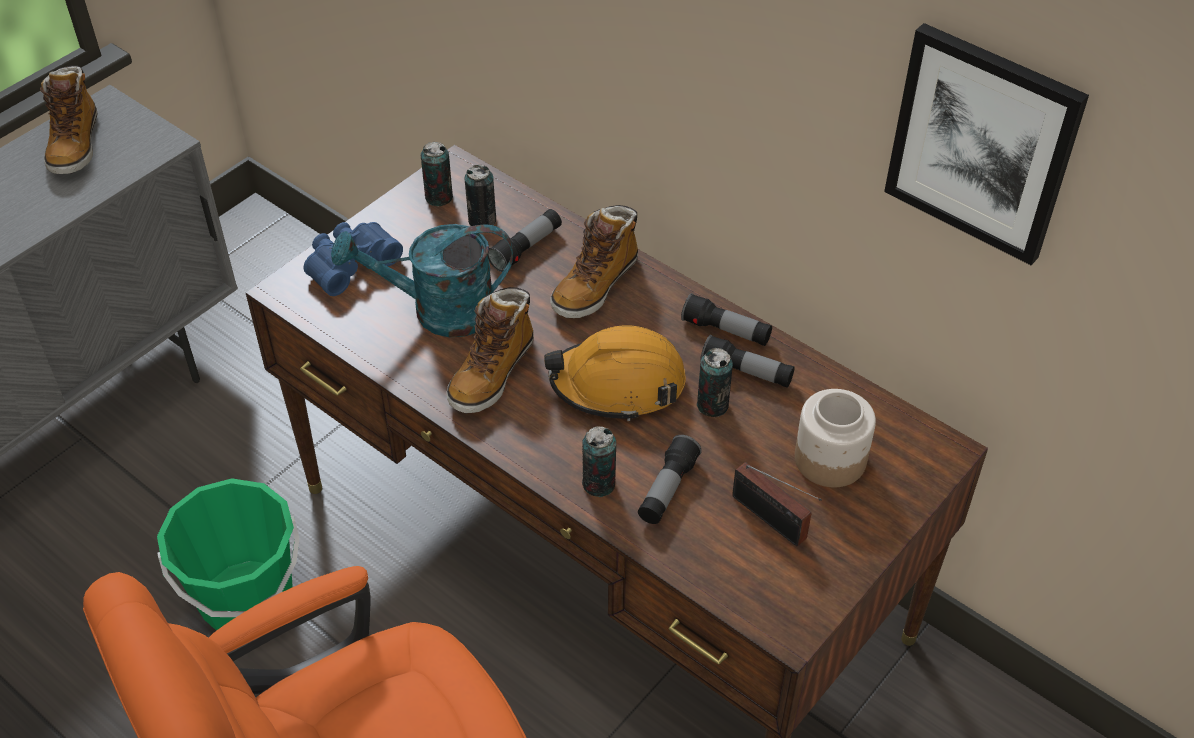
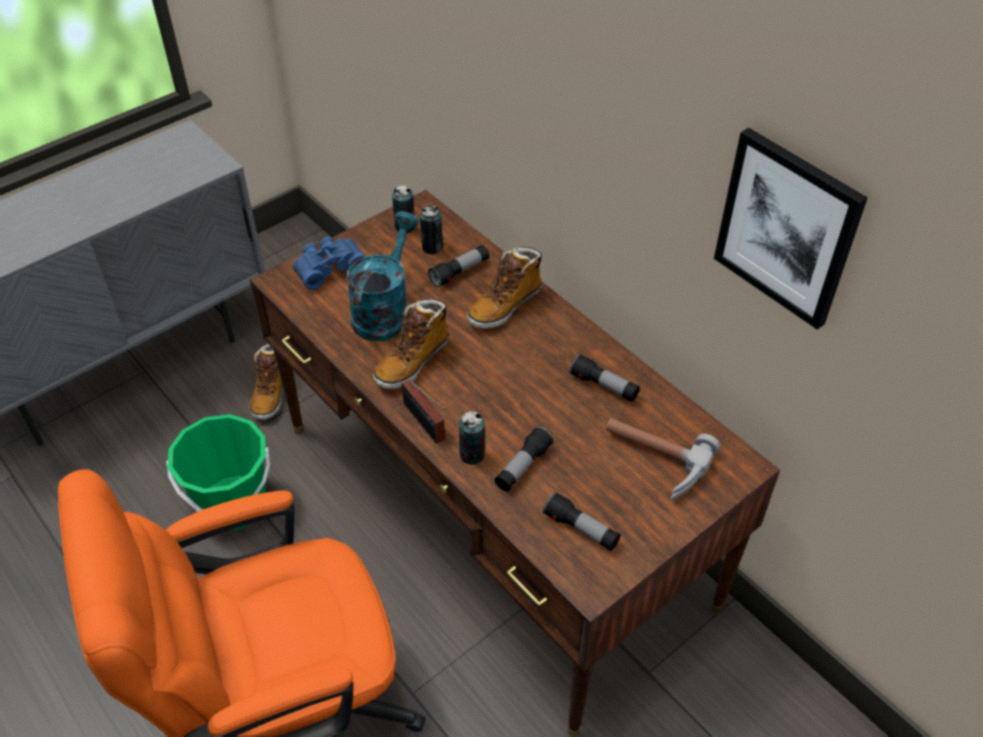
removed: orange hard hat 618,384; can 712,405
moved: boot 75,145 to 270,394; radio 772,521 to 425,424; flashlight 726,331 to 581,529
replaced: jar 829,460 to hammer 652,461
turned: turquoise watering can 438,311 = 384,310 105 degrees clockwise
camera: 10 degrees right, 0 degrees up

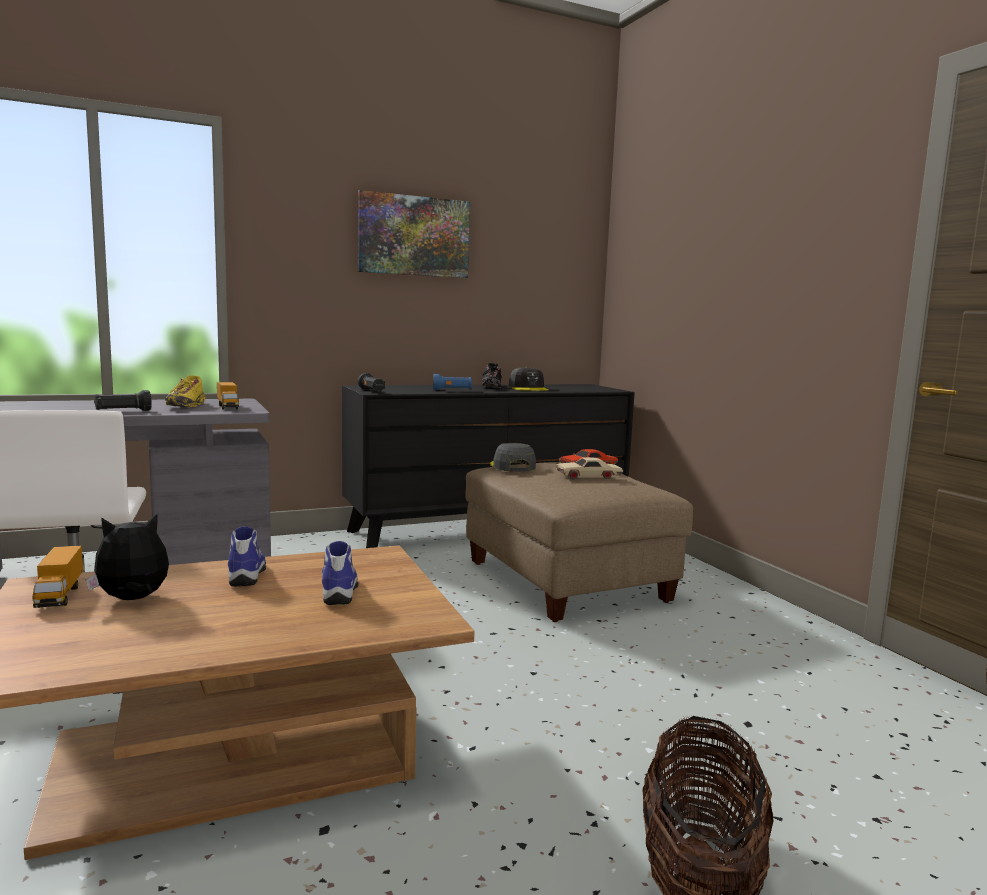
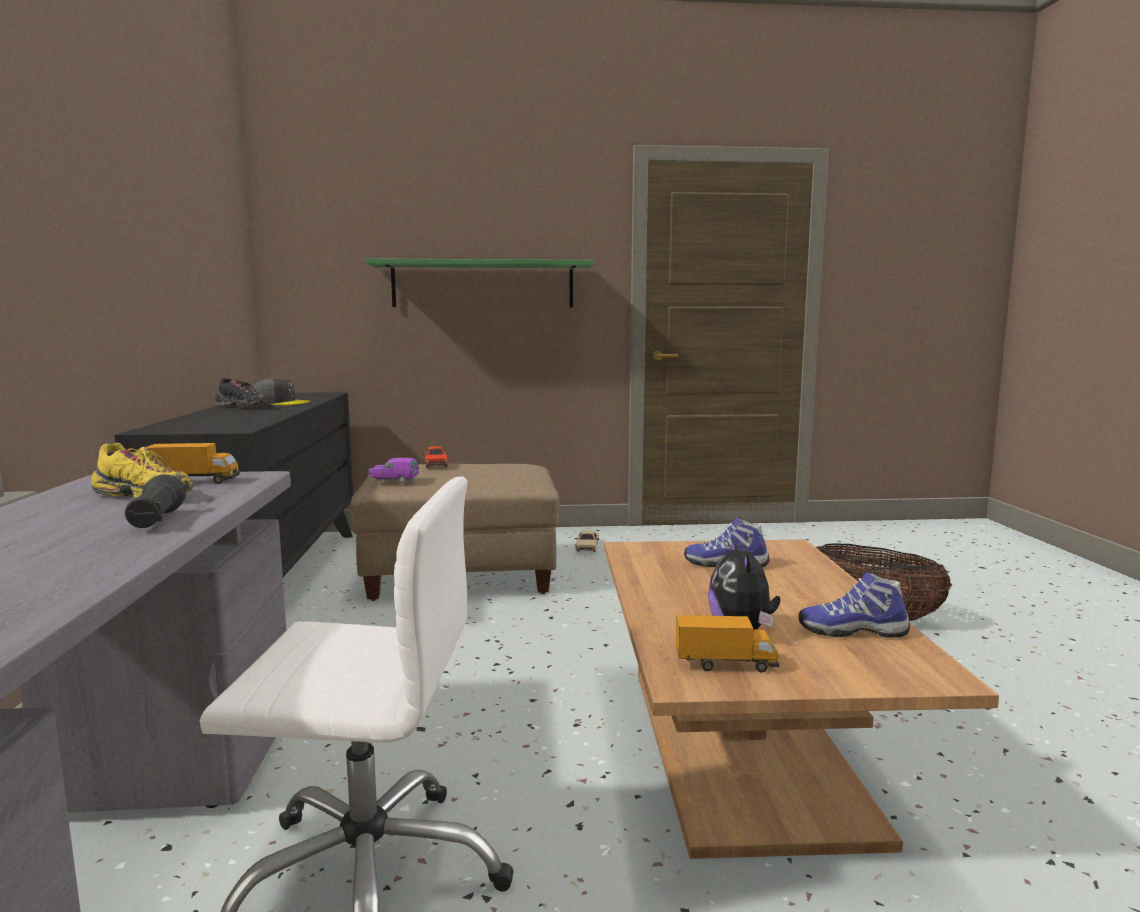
removed: picture 414,236; black flashlight 372,391; blue flashlight 452,390
added: green shelf 483,285
moved: beige toy car 588,476 to 587,546; shoe 247,574 to 852,631
replaced: grey cap 512,466 to purple toy car 394,480
camera: 70 degrees left, 0 degrees up

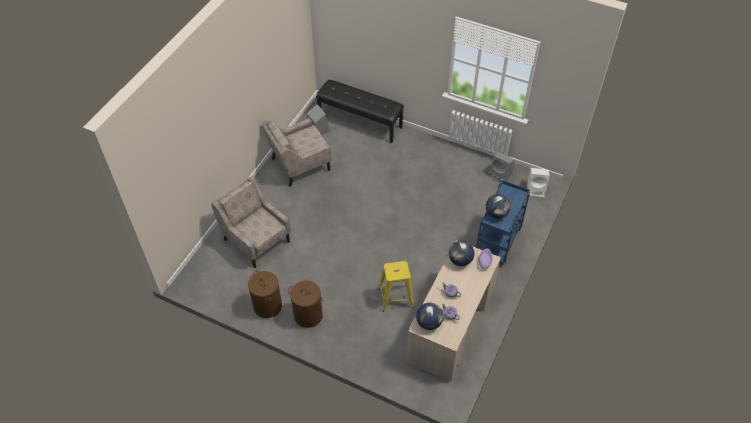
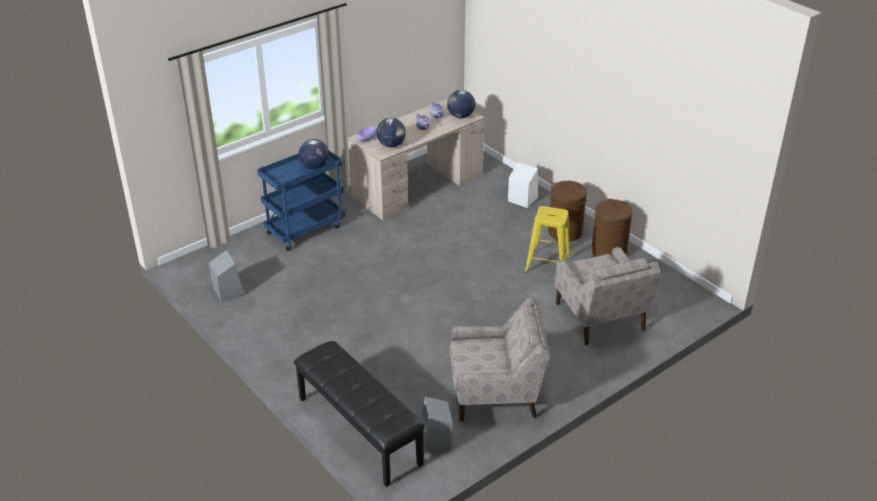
moved: white speaker 536,189 to 522,199; yellow stool 395,297 to 547,265
camera: 155 degrees left, 15 degrees down

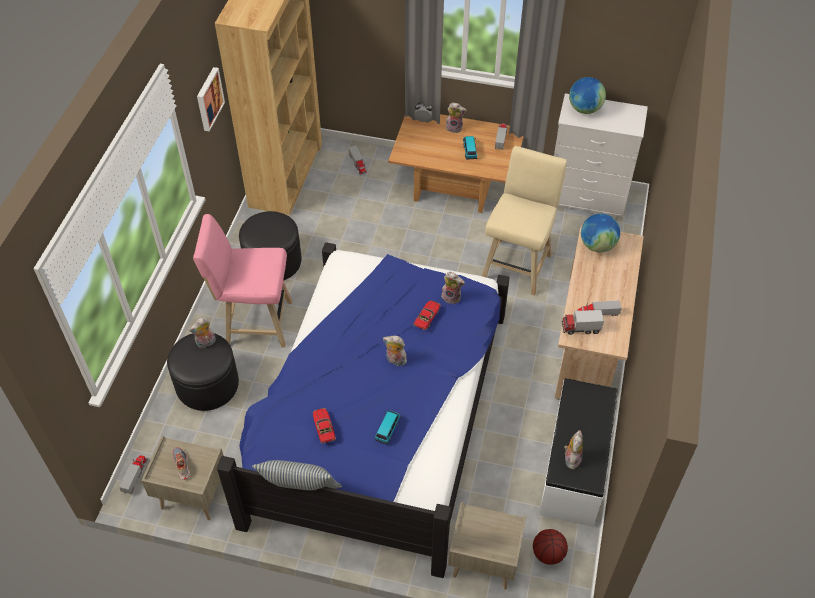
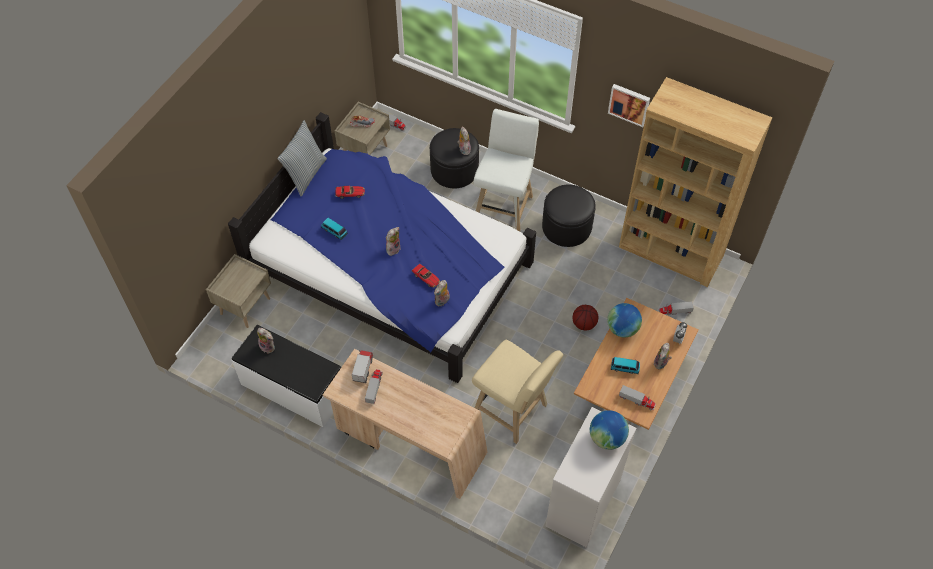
moved: basketball 548,553 to 584,324; globe 597,245 to 622,329
recoloured: pink stool 254,322 to white stool 504,206
camera: 105 degrees right, 5 degrees up

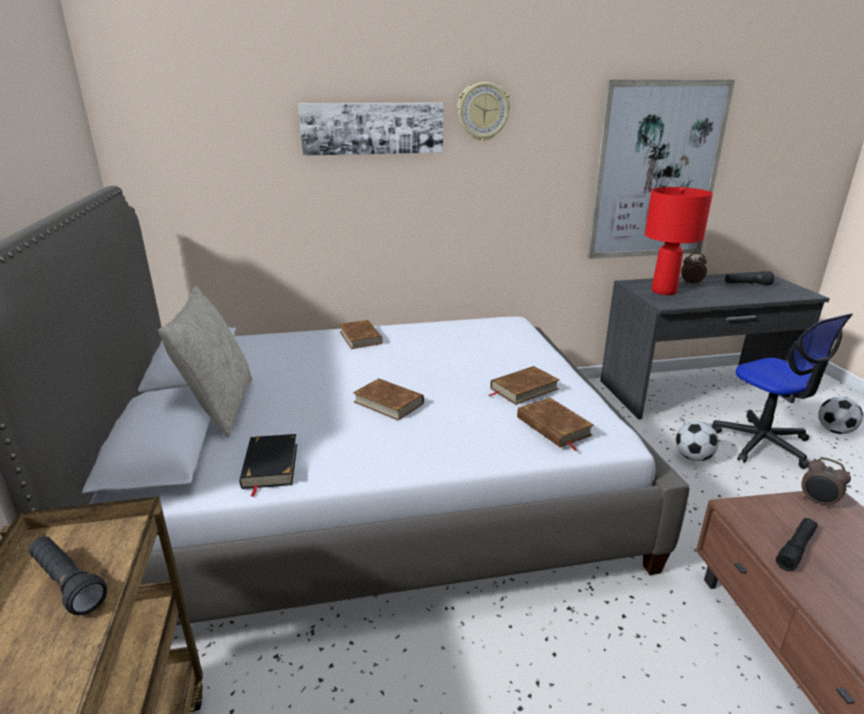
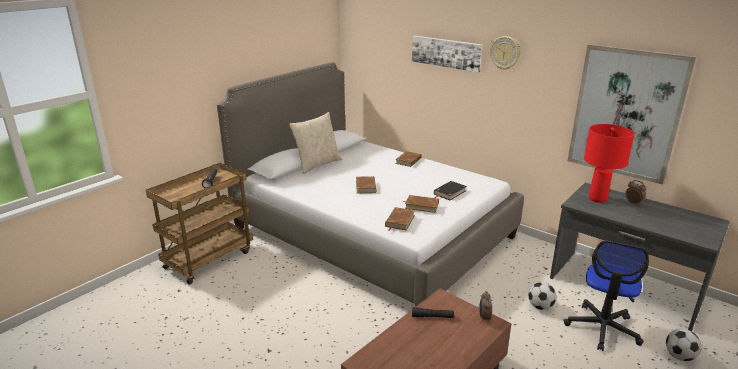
removed: black flashlight 747,285
moved: black book 270,465 to 449,192
camera: 50 degrees right, 0 degrees up

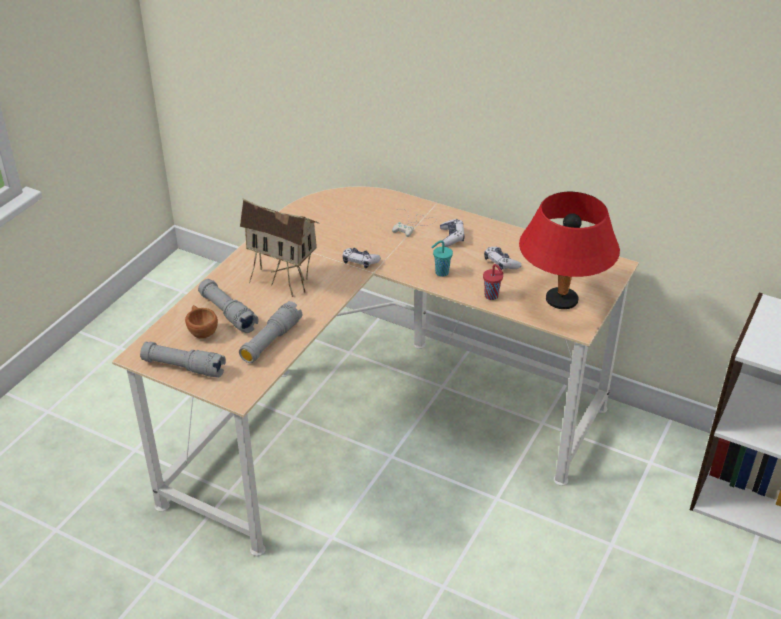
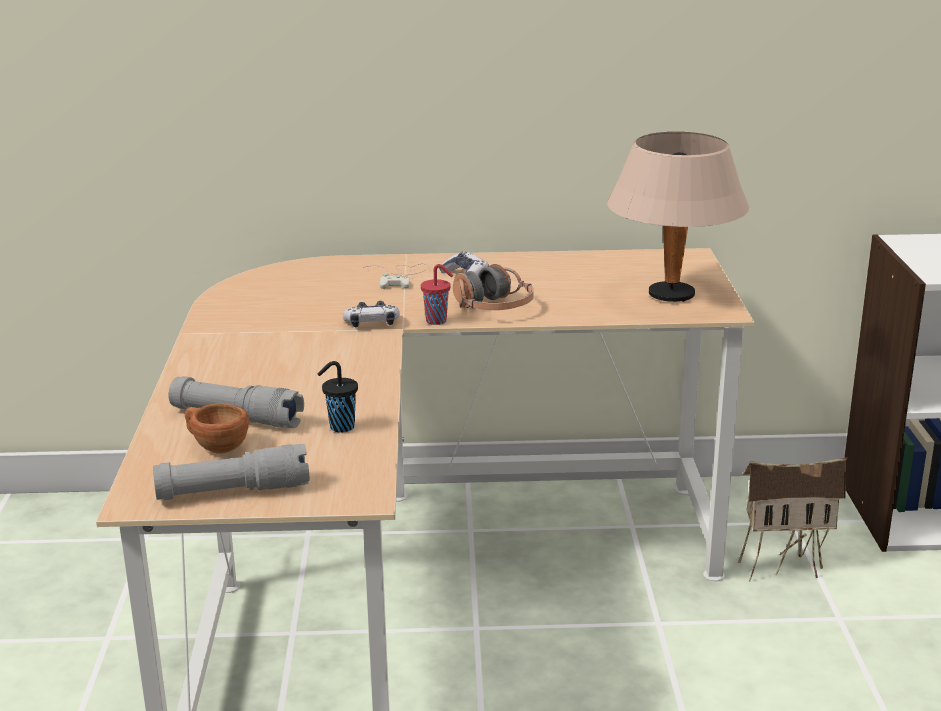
removed: game controller 501,263
moved: red cup 492,296 to 437,321; toy house 283,281 to 783,566
replaced: grey flashlight 271,341 to black cup 340,427; turquoise cup 441,273 to headphones 493,308
recoloured: red table lamp 562,300 to beige table lamp 671,295
camera: 30 degrees left, 15 degrees down

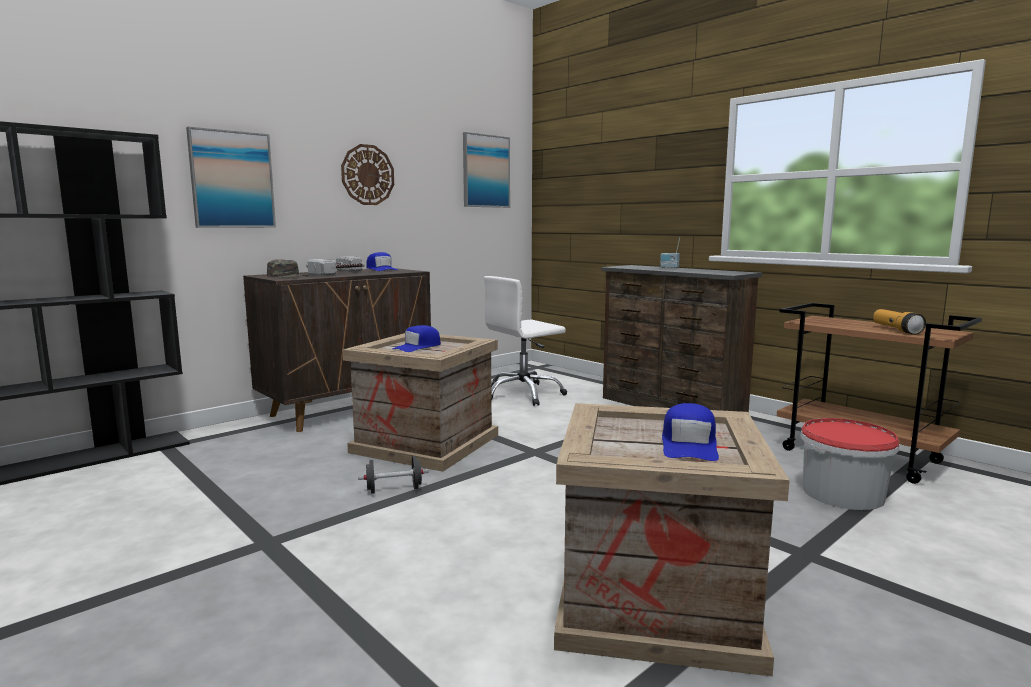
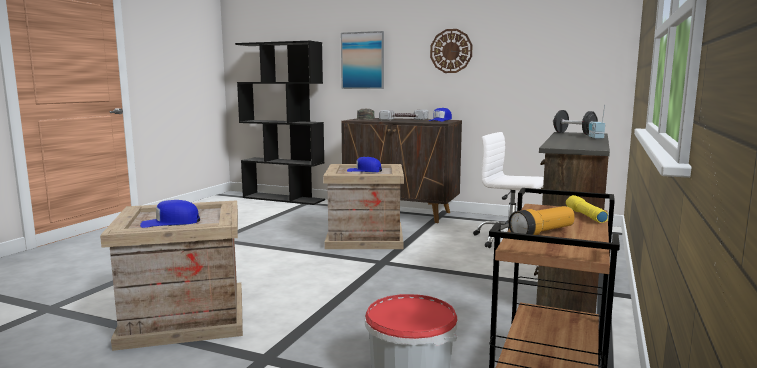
removed: picture 485,171
added: yellow flashlight 585,215
moved: black dumbbell 394,489 to 574,134
camera: 65 degrees right, 0 degrees up

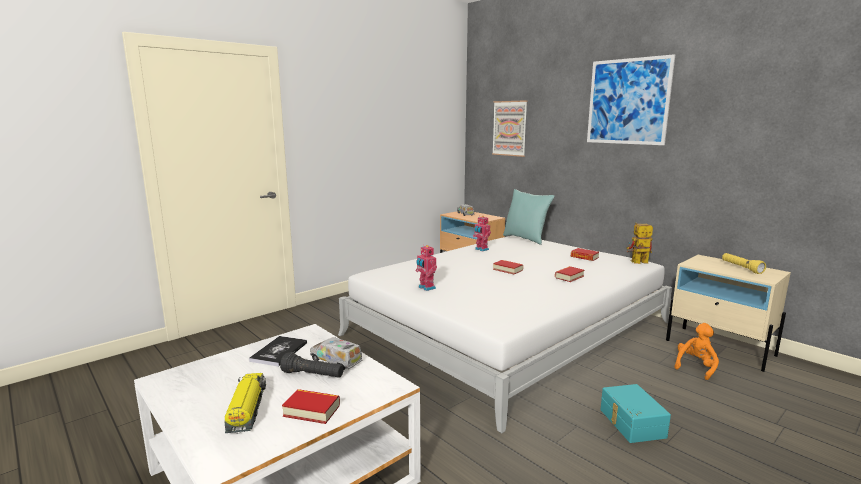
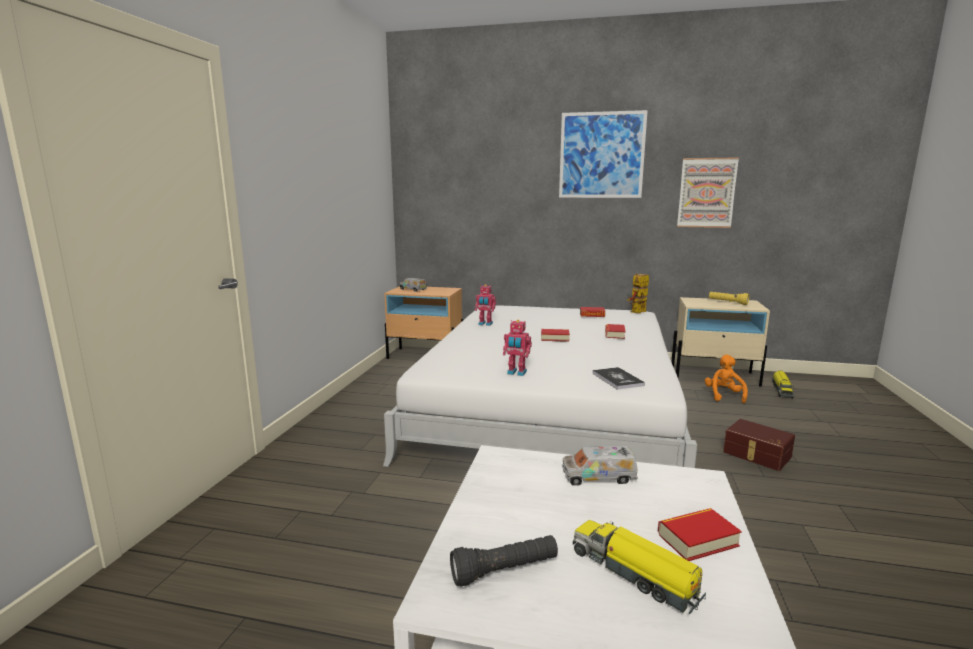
removed: turquoise pillow 525,239
added: toy truck 782,390
moved: black flashlight 313,375 to 505,571; book 279,352 to 617,379; picture 509,128 to 706,193
recoloured: turquoise storage box 631,423 to brown storage box 756,455
camera: 35 degrees left, 0 degrees up

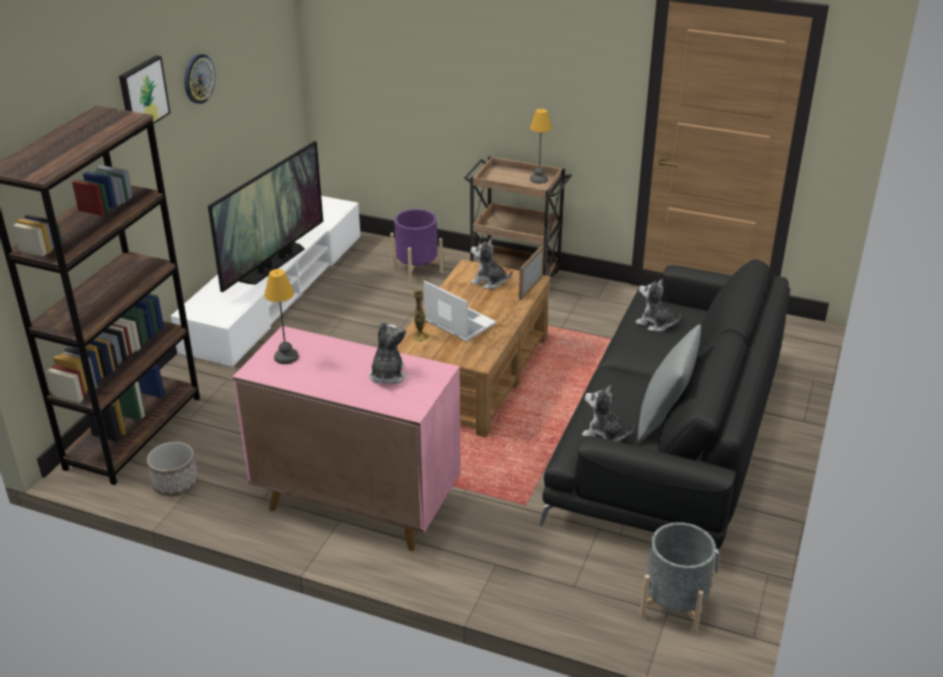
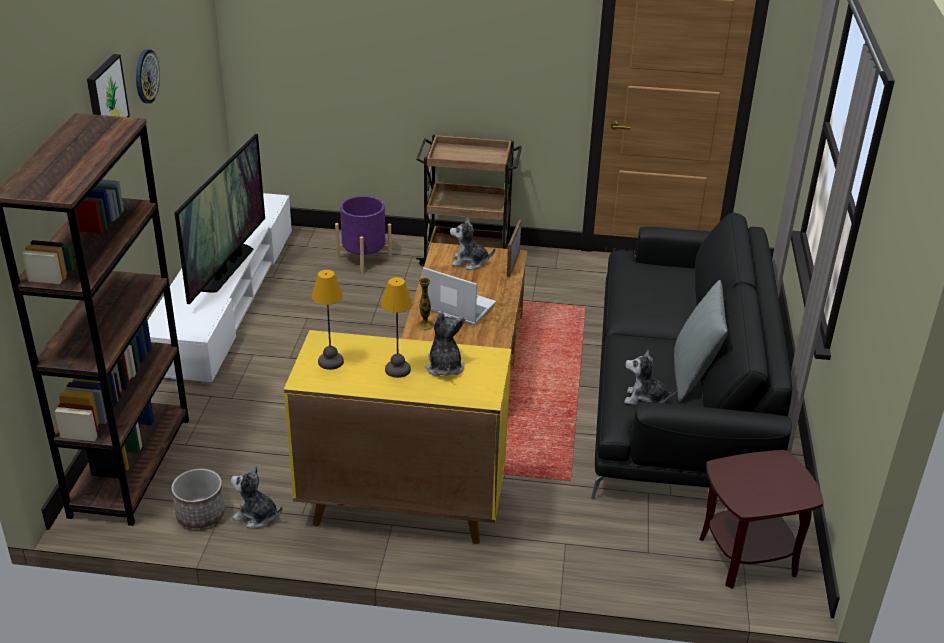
moved: plush toy 655,323 to 256,516; table lamp 539,179 to 398,369
replaced: grey planter 674,606 to brown side table 747,555
recoloured: pink cabinet 355,504 to yellow cabinet 400,505
camera: 15 degrees left, 0 degrees up

